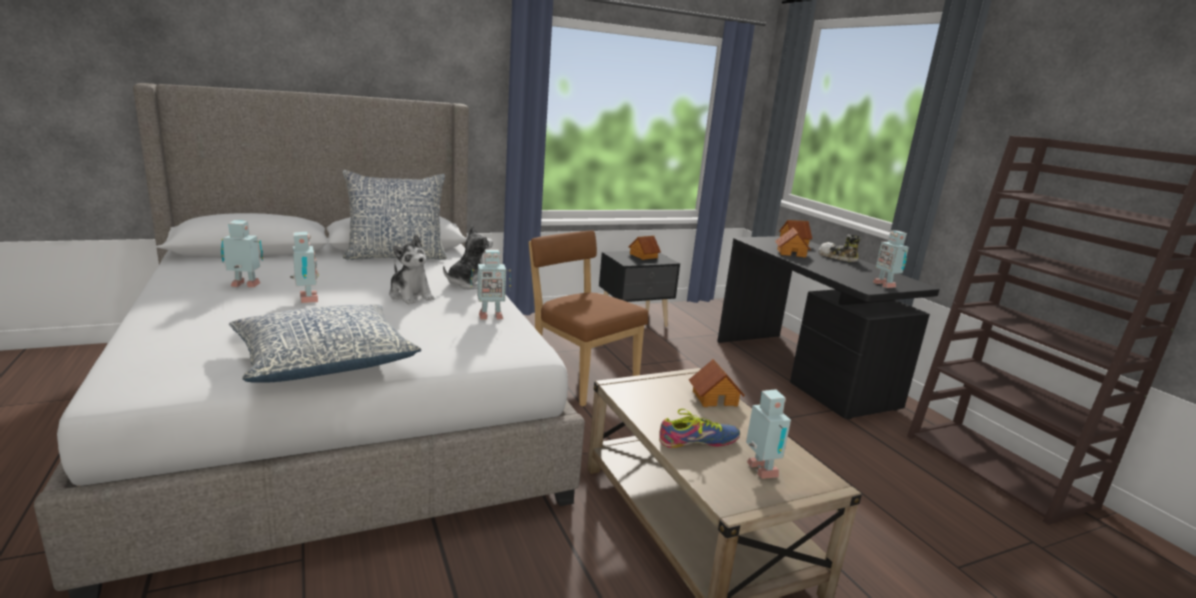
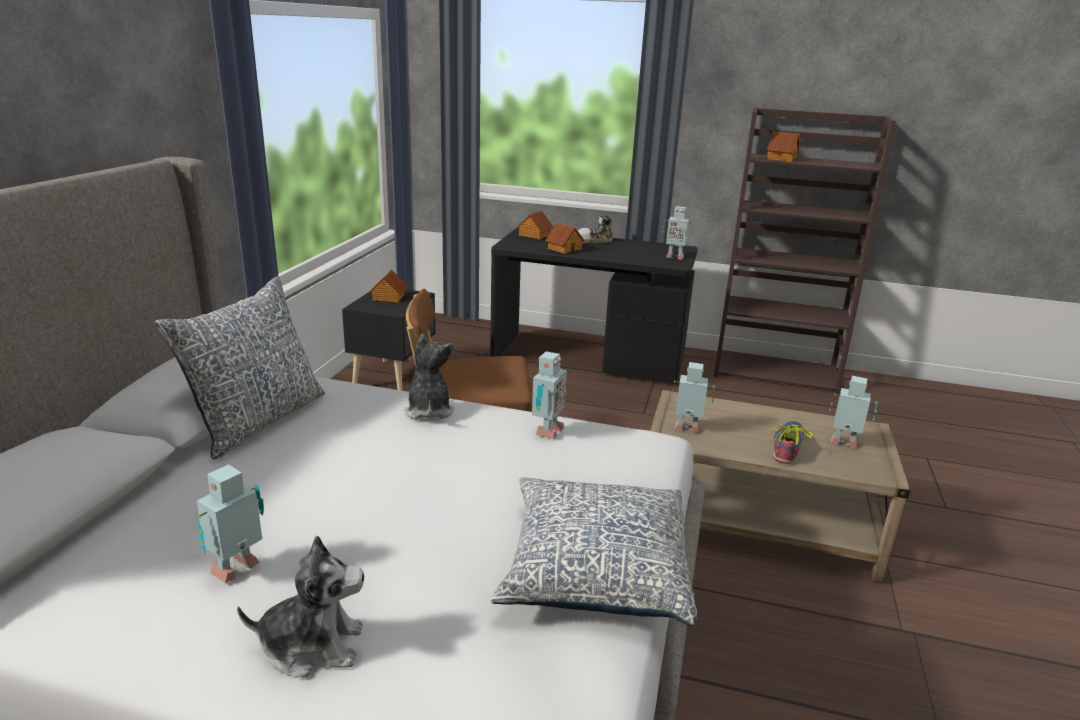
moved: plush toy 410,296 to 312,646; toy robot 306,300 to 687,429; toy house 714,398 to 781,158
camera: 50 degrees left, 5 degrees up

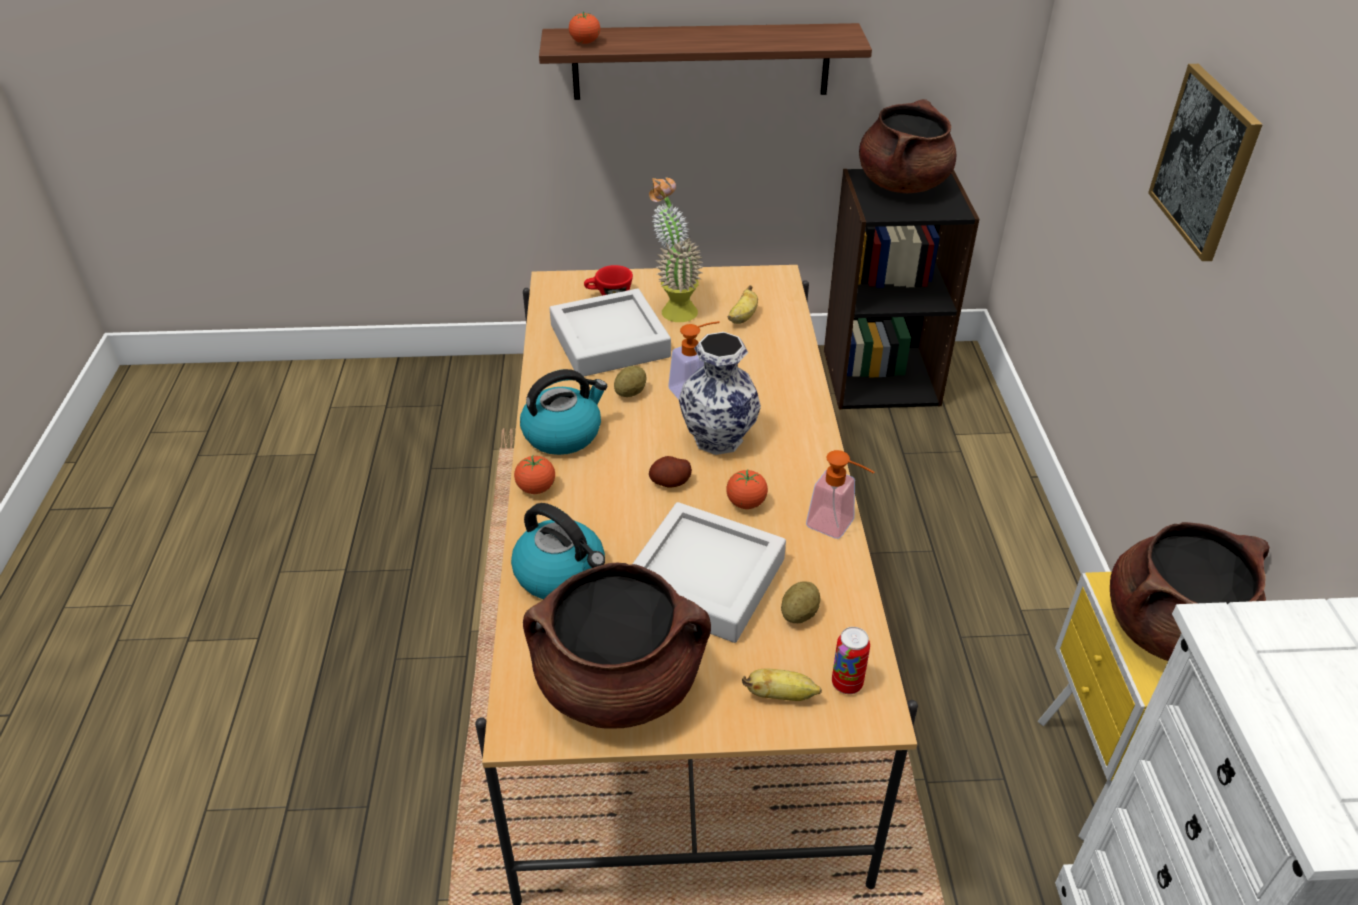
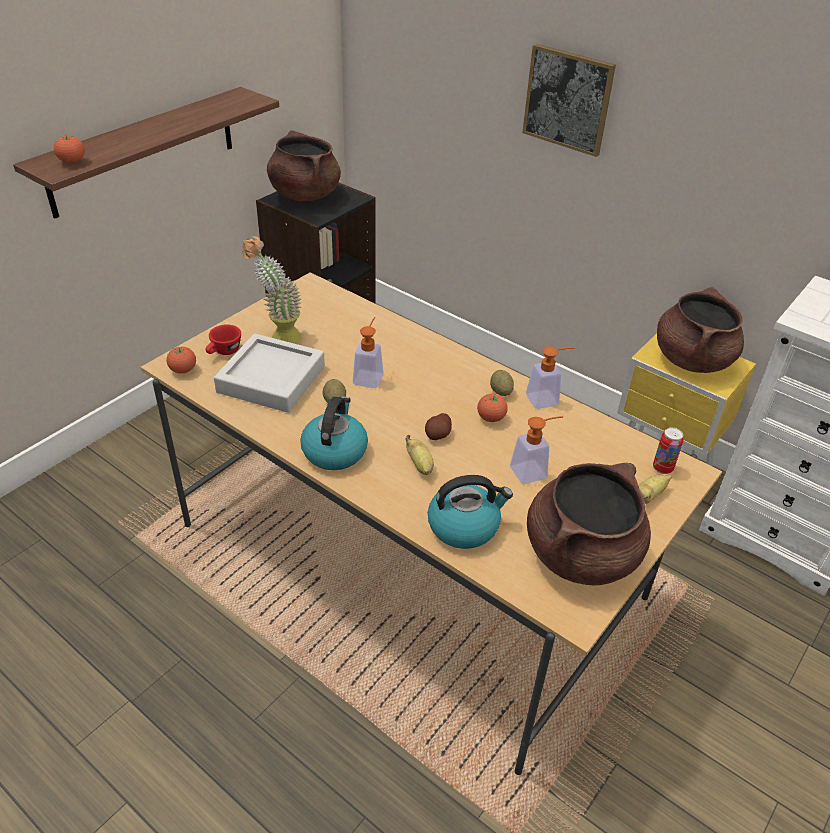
removed: vase 718,437
moved: tomato 536,488 to 183,370; banana 742,318 to 420,465; potato 799,614 to 501,391
replaced: grey tray 704,579 to soap dispenser 534,471
camera: 50 degrees left, 0 degrees up

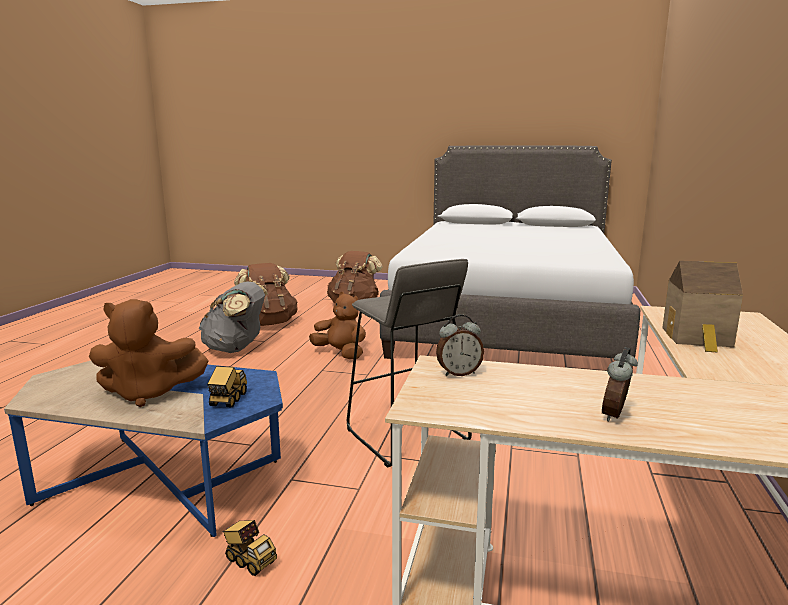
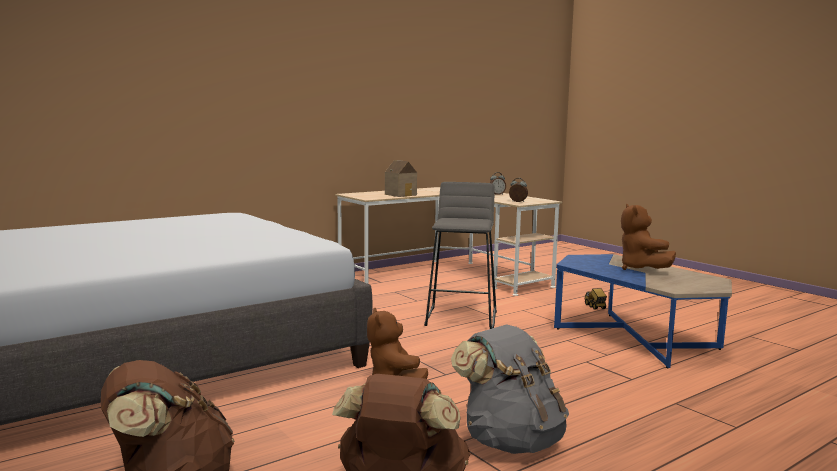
removed: toy truck 228,400
turned: brown plush toy 149,393 = 641,269 135 degrees counterclockwise
camera: 140 degrees left, 5 degrees down

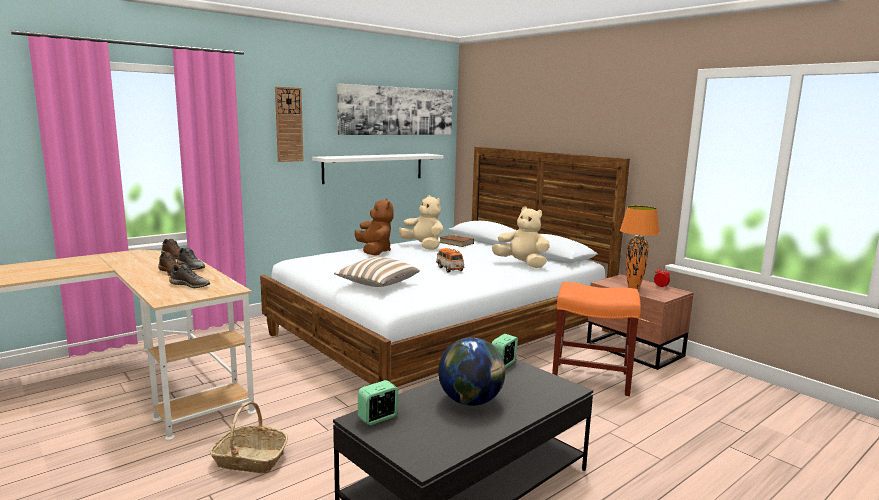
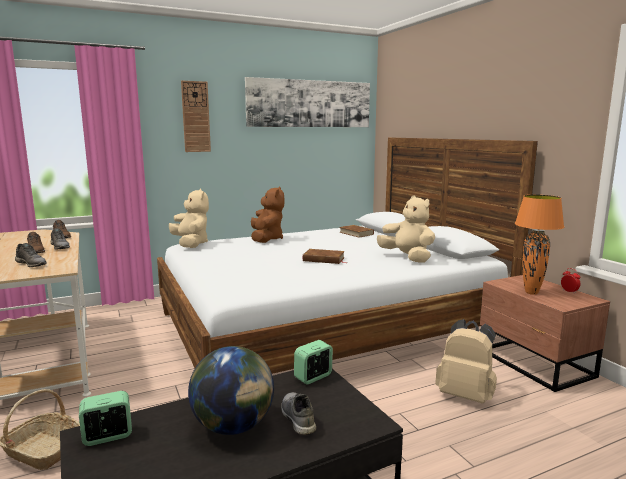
removed: white shelf 374,168; pillow 377,284
added: grey shoe 297,418
moved: beige plush toy 423,246 to 191,244
replaced: toy car 449,269 to brown book 324,259; orange stool 592,378 to beige backpack 466,395
camera: 15 degrees right, 0 degrees up

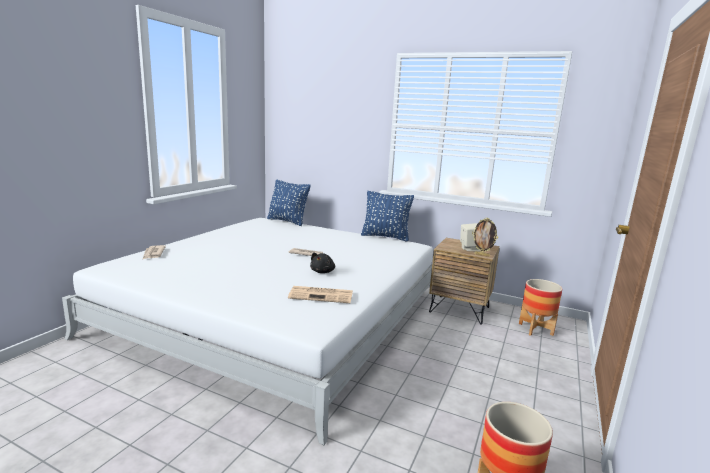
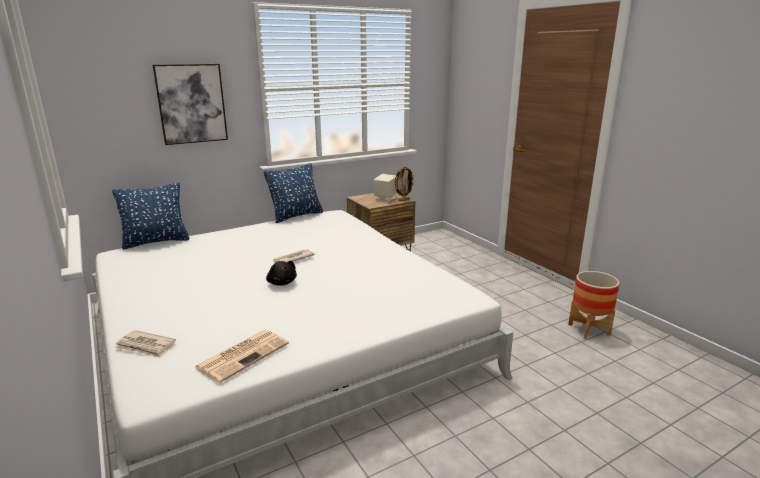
removed: planter 536,329
added: picture 191,104
moved: newspaper 322,295 to 243,355; black plush toy 323,272 to 281,282
camera: 55 degrees left, 5 degrees up

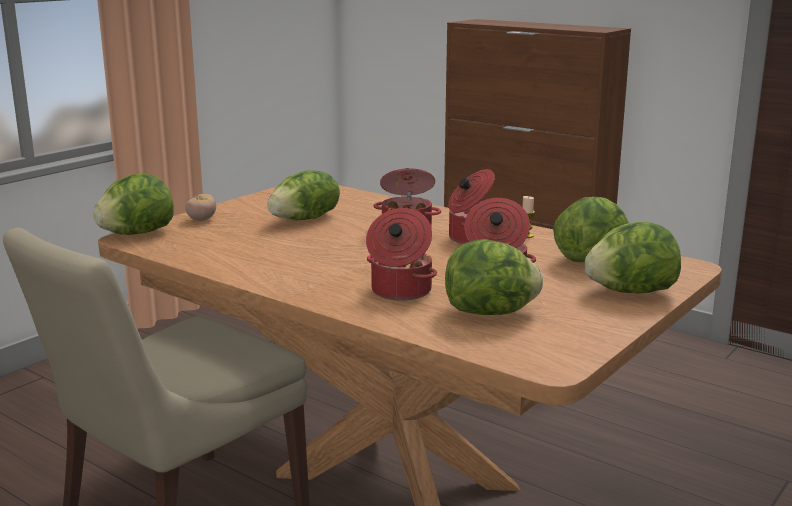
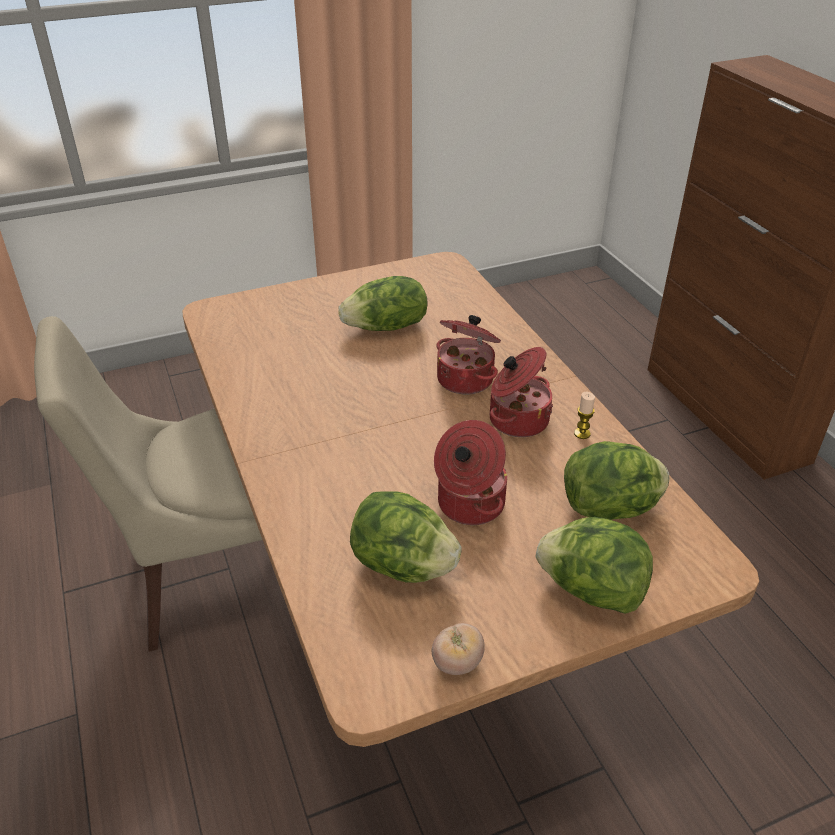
removed: lettuce 136,234; cooking pot 400,291
moved: tomato 201,220 to 457,663
camera: 30 degrees right, 20 degrees up

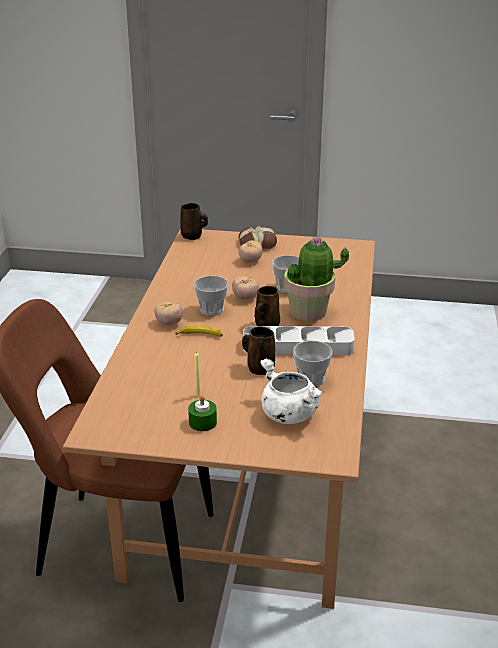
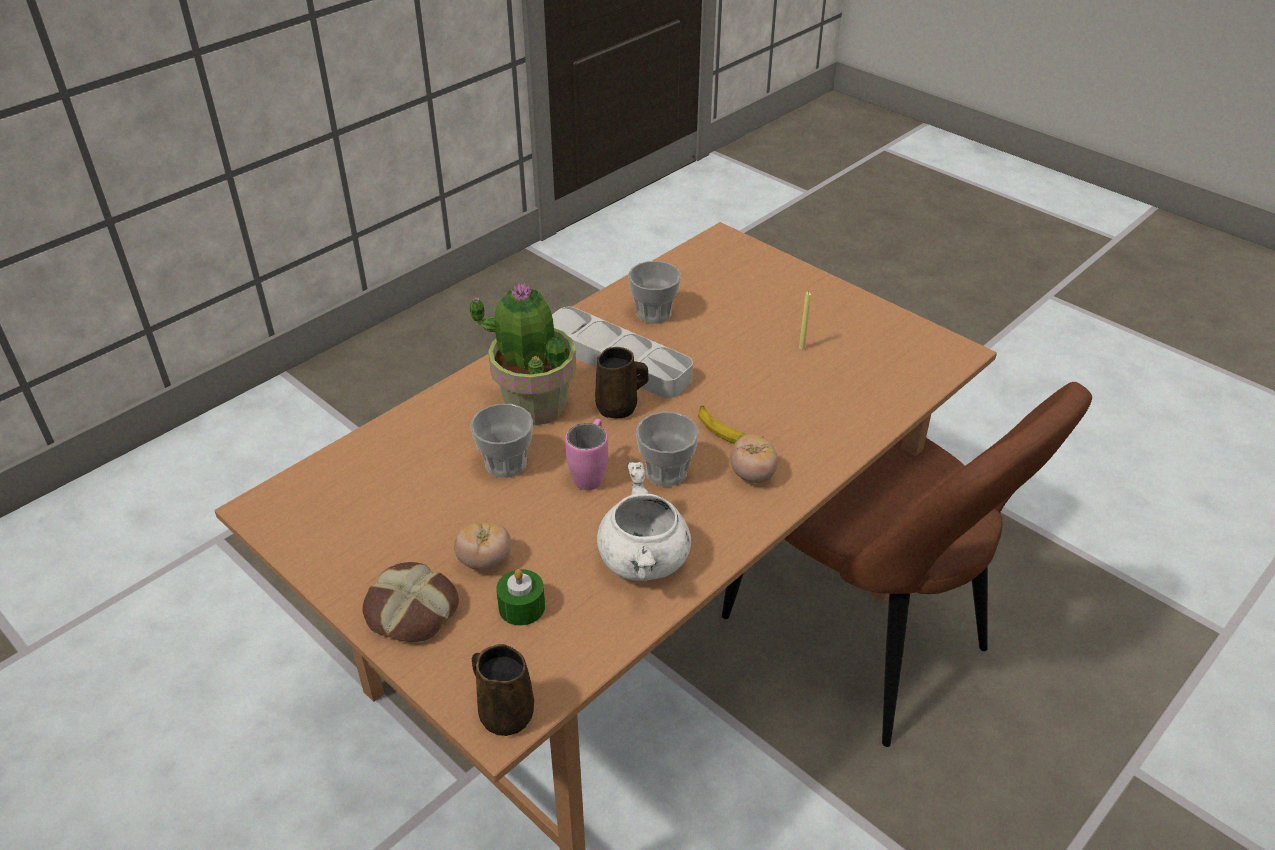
removed: brown mug 259,368
moved: green candle 202,422 to 522,607; white cooking pot 288,414 to 645,561
replaced: tomato 245,298 to pink mug 591,473
camera: 145 degrees left, 10 degrees up

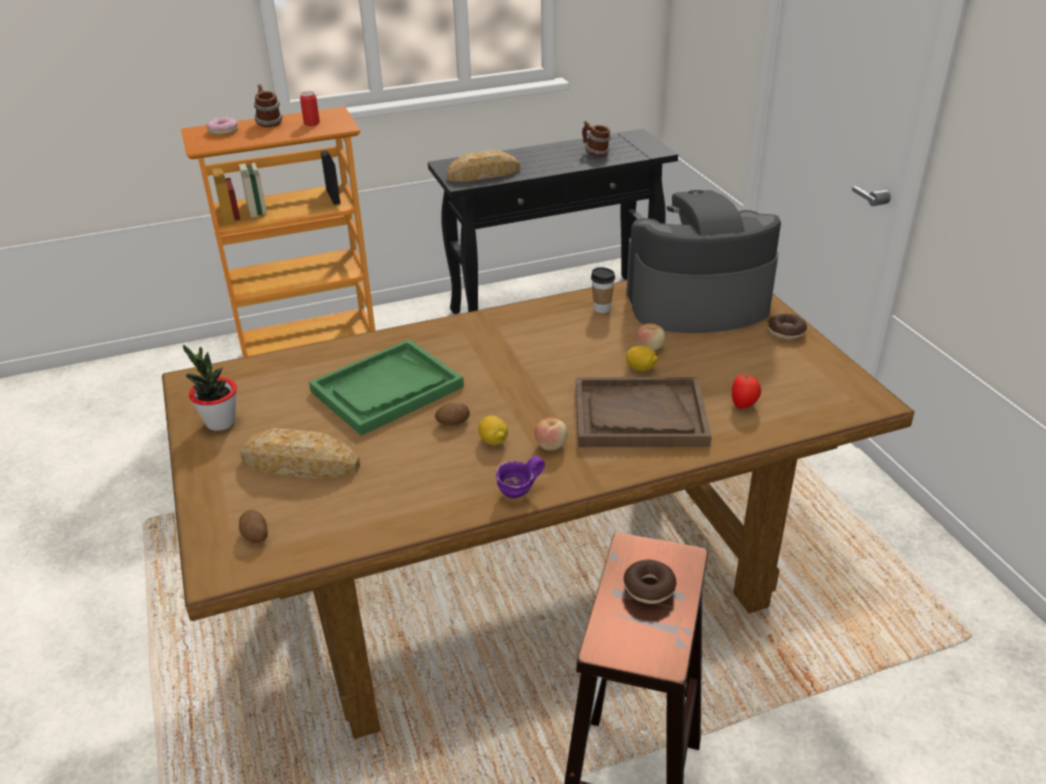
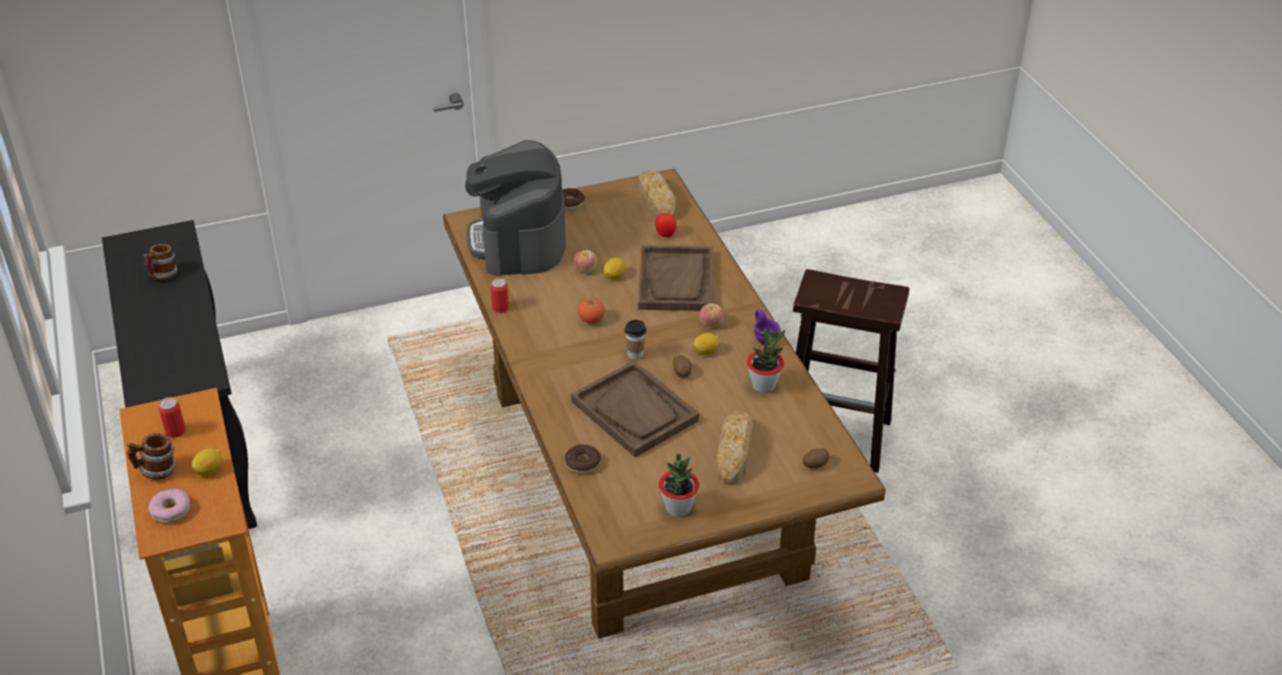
added: lemon 209,470; can 500,307; tomato 591,320; potted plant 763,385
moved: donut 649,587 to 582,463; cup 602,309 to 635,355; bread 484,174 to 656,200
recoloured: green tray 387,389 to brown tray 634,411
camera: 90 degrees left, 5 degrees up

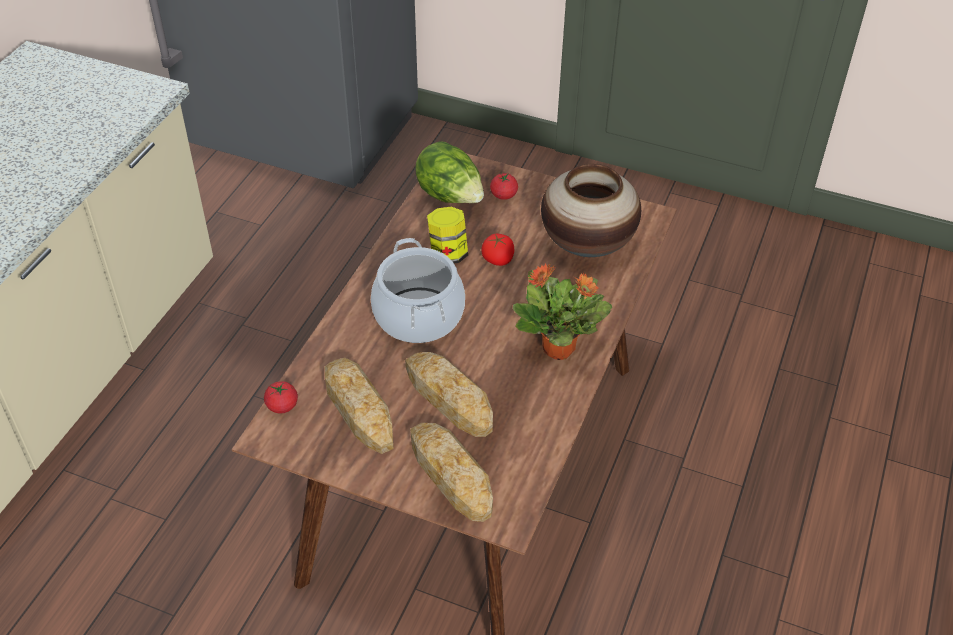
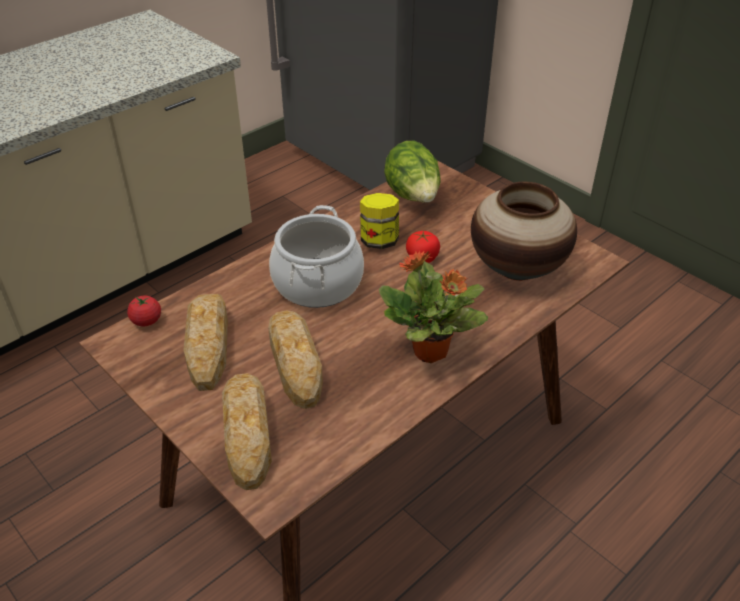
removed: tomato 503,195
camera: 25 degrees right, 5 degrees down

